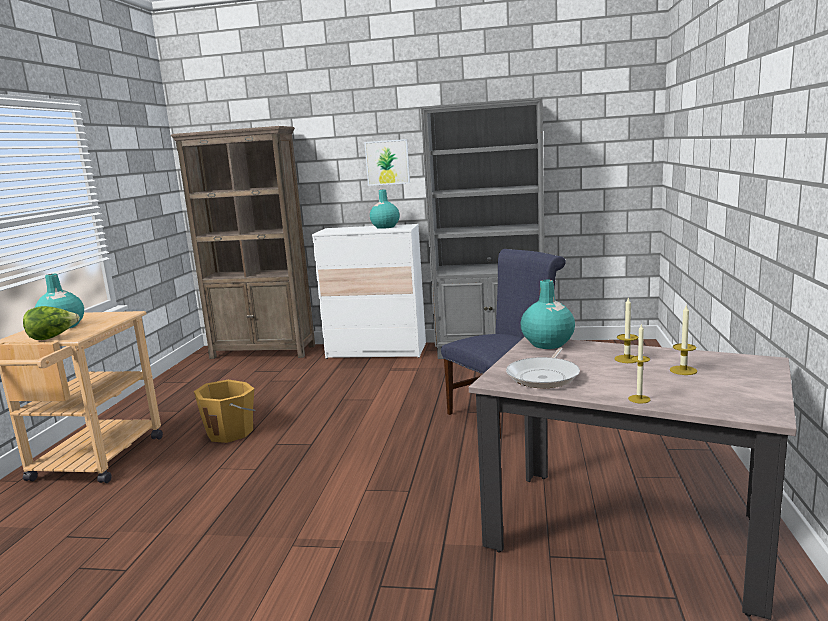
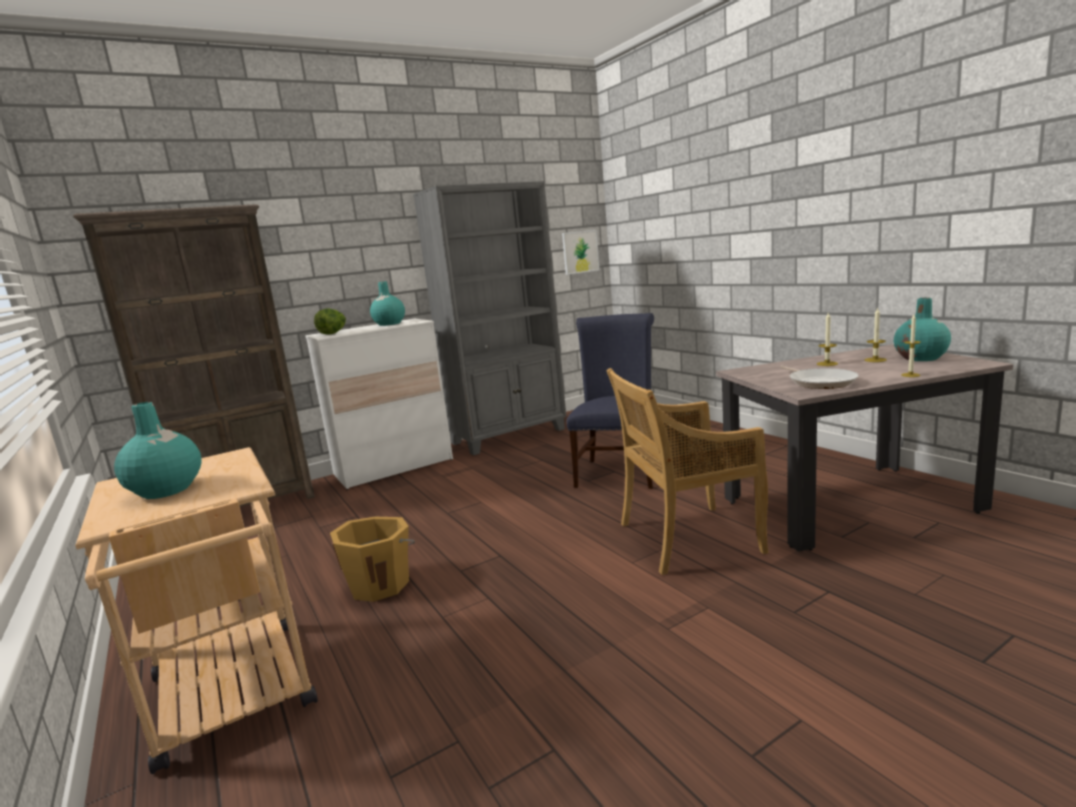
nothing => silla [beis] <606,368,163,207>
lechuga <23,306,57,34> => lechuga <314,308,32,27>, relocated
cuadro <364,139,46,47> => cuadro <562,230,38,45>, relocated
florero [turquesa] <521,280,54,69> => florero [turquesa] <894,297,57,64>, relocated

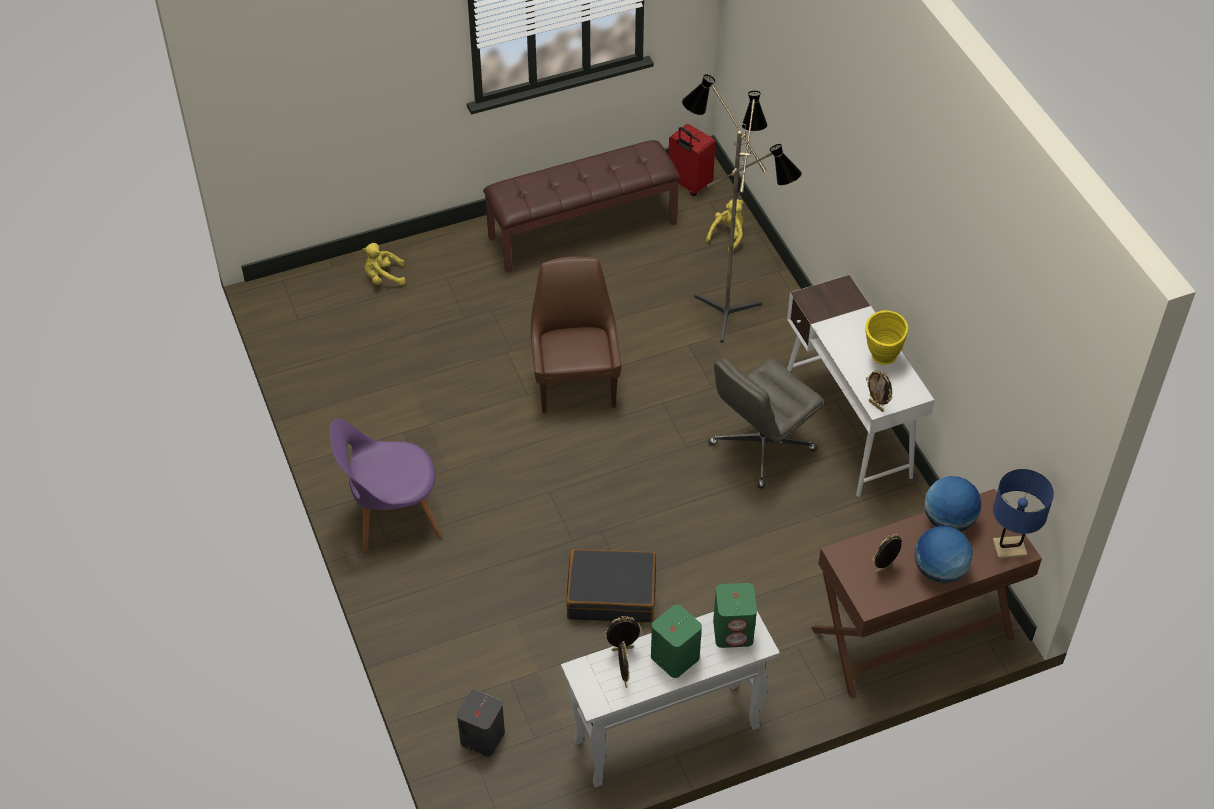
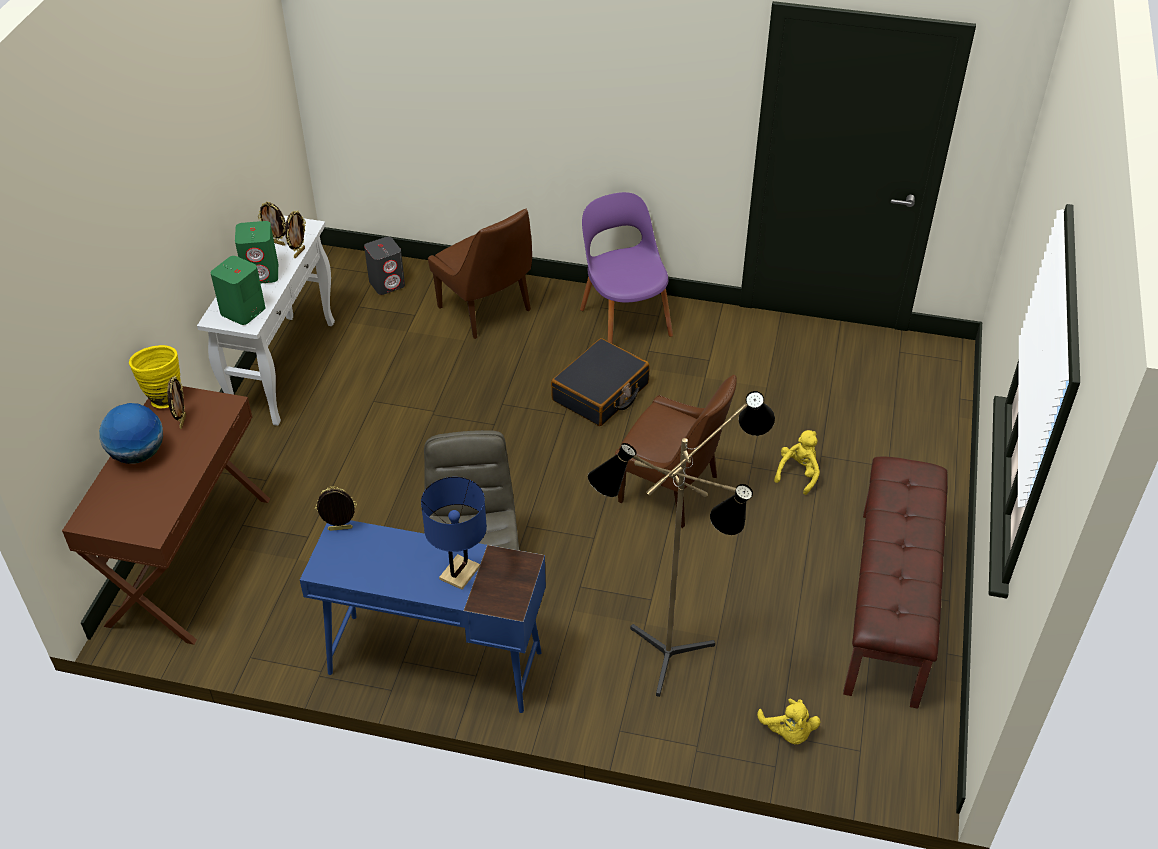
maleta [rojo] <669,124,46,72> => nothing
globo terráqueo <924,476,57,55> => nothing
nothing => silla [marrón] <428,209,104,130>
peluche [amarillo] <362,243,44,42> => peluche [amarillo] <774,430,46,65>, relocated
maleta [negro] <567,549,89,73> => maleta [negro] <551,338,99,88>, relocated
florero [amarillo] <865,310,43,55> => florero [amarillo] <129,345,52,63>, relocated
lámpara de mesa [azul] <993,469,61,90> => lámpara de mesa [azul] <421,477,66,113>, relocated
escritorio [blanco] <787,274,147,223> => escritorio [azul] <300,520,246,193>
silla [morado] <330,419,113,134> => silla [morado] <580,192,93,151>, 45 degrees counterclockwise

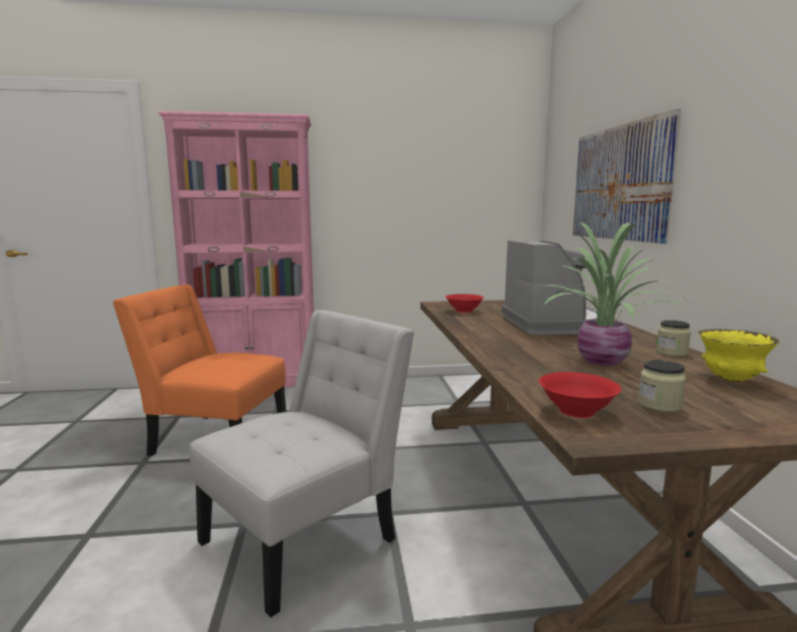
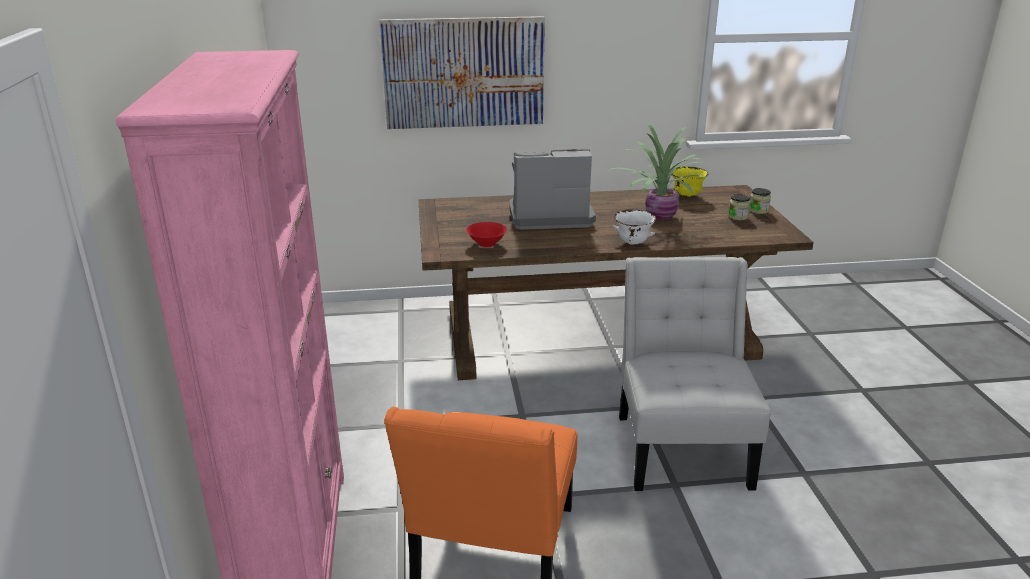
cuenco [rojo] <539,372,82,46> => nothing
nothing => cuenco [blanco] <613,209,43,36>
tarro <656,320,35,36> => tarro <749,188,22,26>, relocated
silla [blanco] <190,310,224,307> => silla [blanco] <619,257,152,234>, 45 degrees clockwise

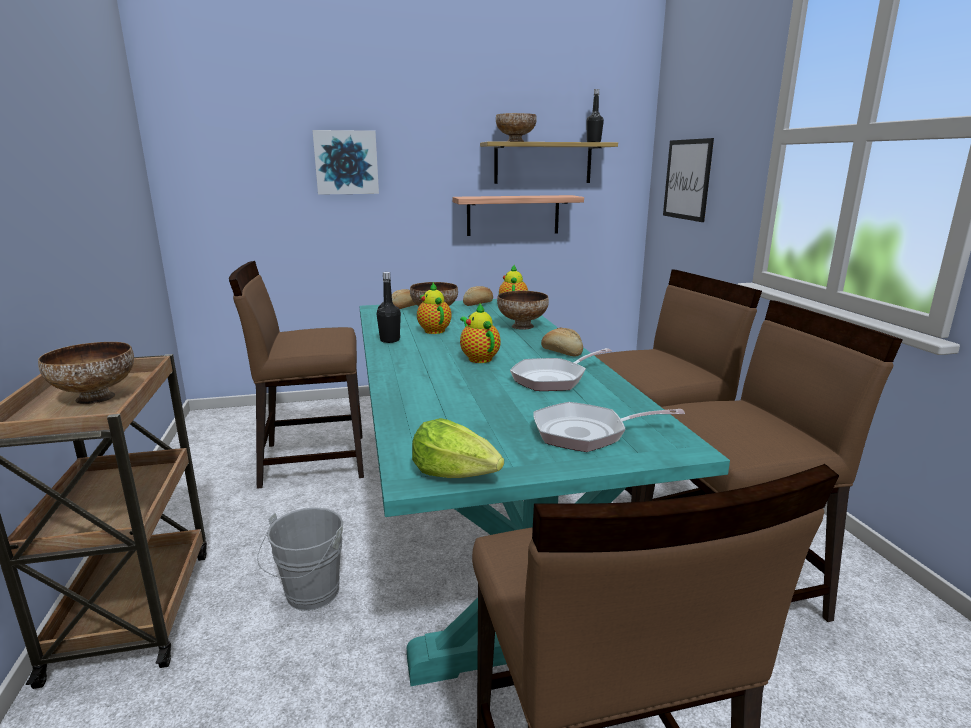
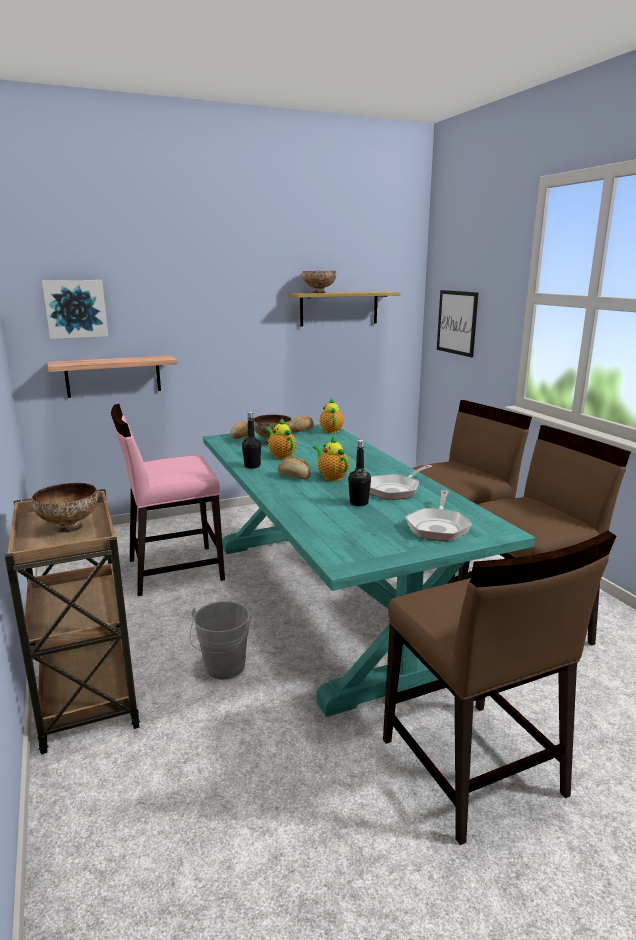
lechuga <412,418,92,60> => nothing
cuenco <497,290,52,40> => nothing
cuadro <312,130,67,65> => cuadro <42,280,66,59>, relocated
estante <452,195,132,41> => estante <48,355,129,43>, relocated
pan <541,327,42,30> => pan <277,457,34,23>, relocated
botella [negro] <586,89,18,53> => botella [negro] <348,440,23,66>, relocated
silla [marrón] <229,261,135,228> => silla [rosa] <111,404,114,192>
sartén <533,402,152,50> => sartén <405,490,67,51>, 60 degrees counterclockwise

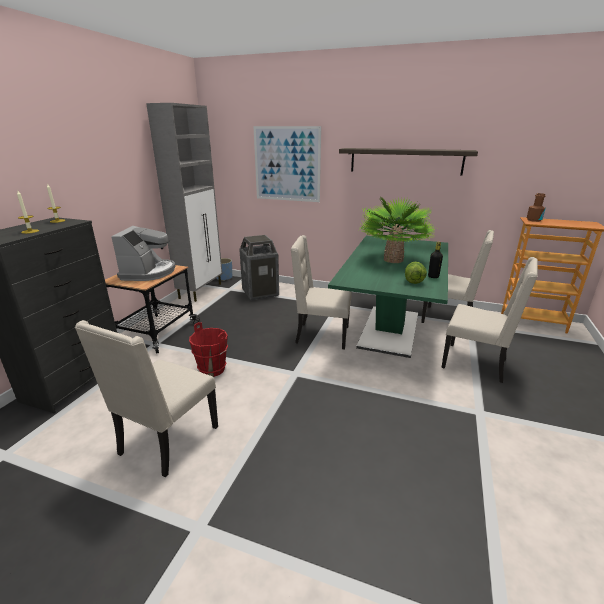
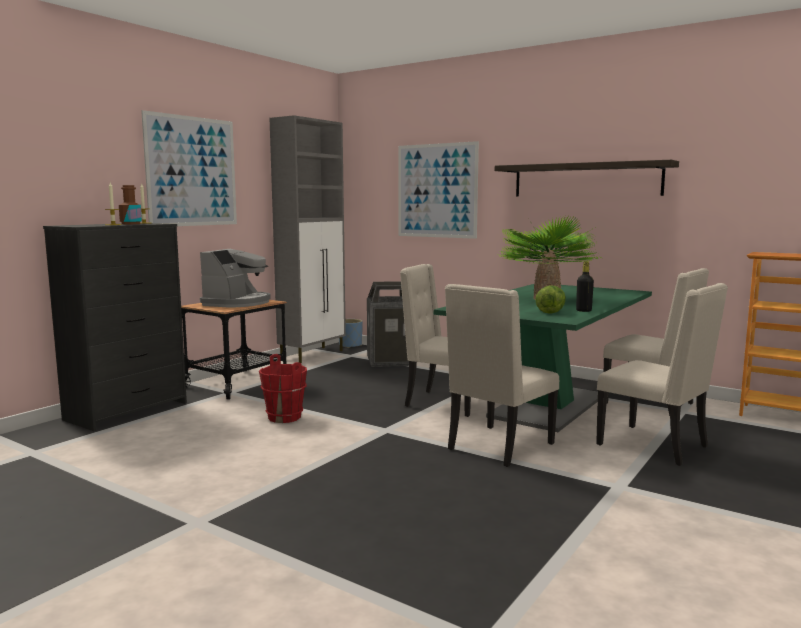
nothing => cuadro <141,110,96,116>
silla [beis] <75,320,143,158> => silla [beis] <445,284,114,183>, relocated
botella [marrón] <527,193,19,29> => botella [marrón] <119,185,23,39>, relocated

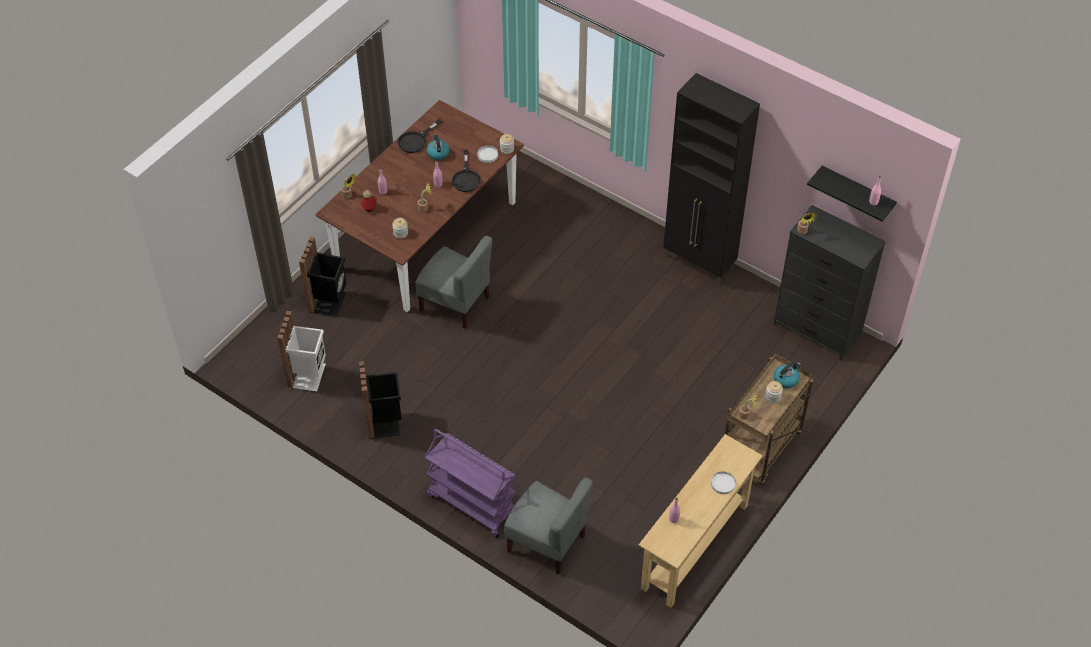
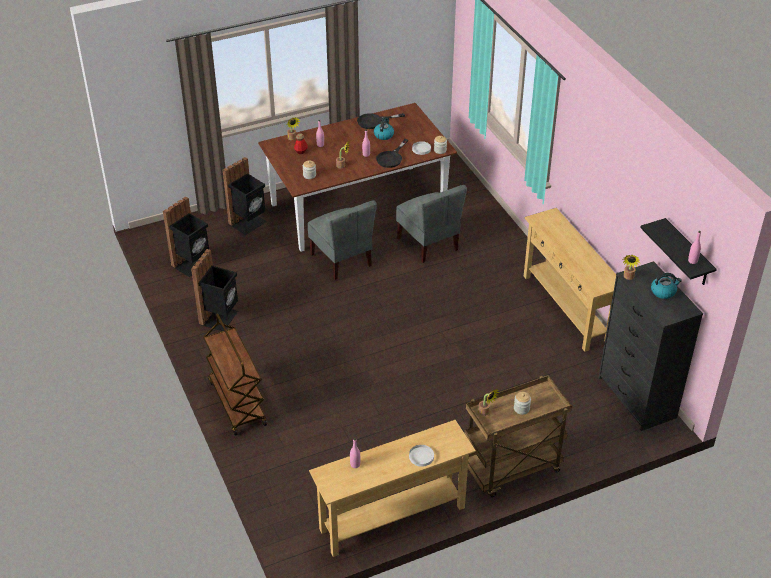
silla [gris] <504,478,89,97> => silla [gris] <396,185,71,78>, relocated
hervidor <774,362,27,26> => hervidor <651,273,31,26>, relocated
armario [negro] <663,73,97,212> => mesa consola [beis] <524,208,92,144>
papelera [blanco] <277,311,49,80> => papelera [negro] <163,196,46,81>
carrito [morado] <425,429,91,109> => carrito [marrón] <203,313,64,123>

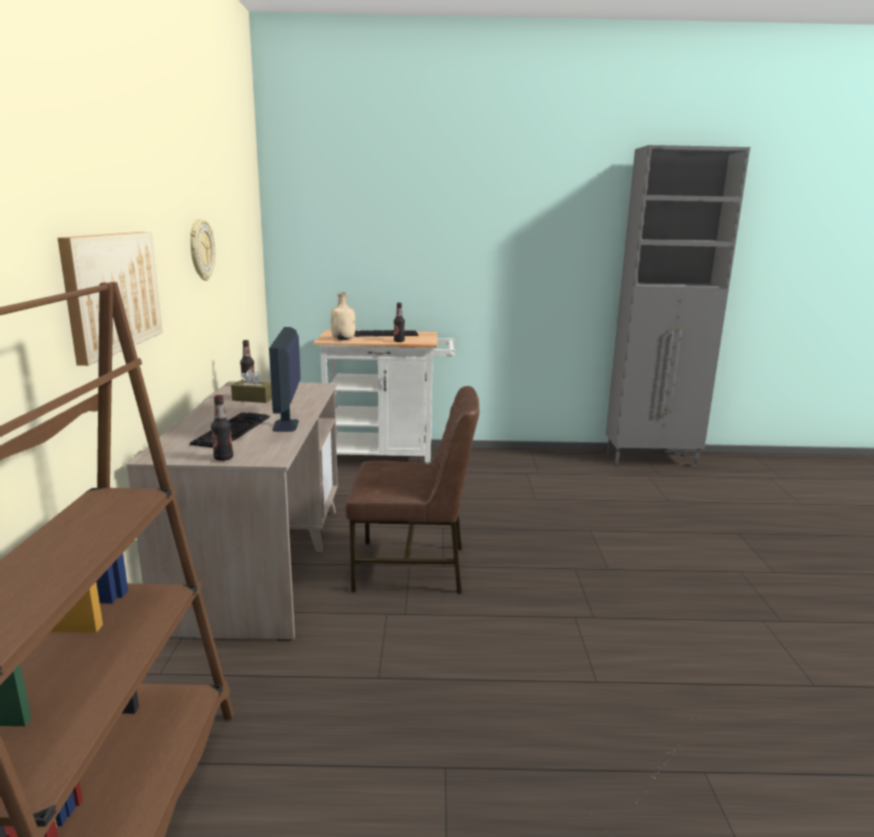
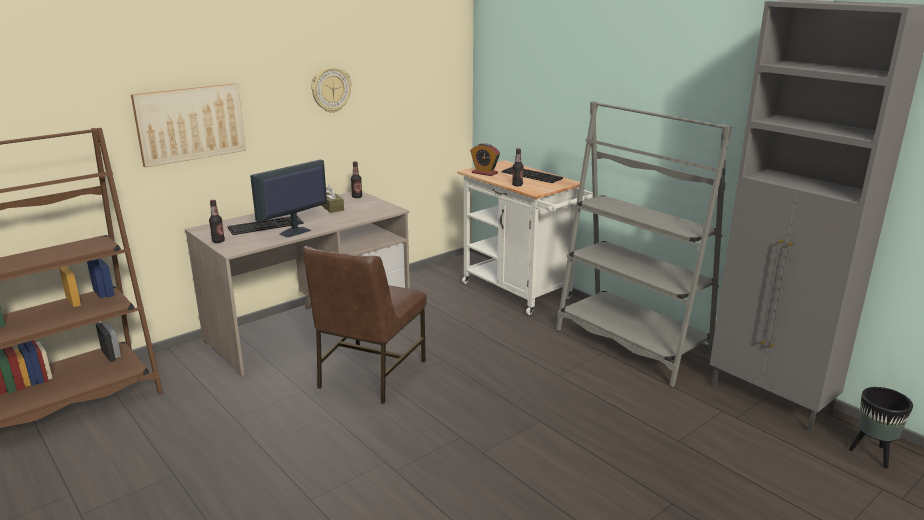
nothing => estantería [gris] <556,101,176,286>
nothing => maceta [negro] <849,387,64,81>
botella [beis] <330,293,25,47> => despertador <470,143,30,33>
silla [marrón] <345,386,134,207> => silla [marrón] <303,246,124,158>, 60 degrees clockwise

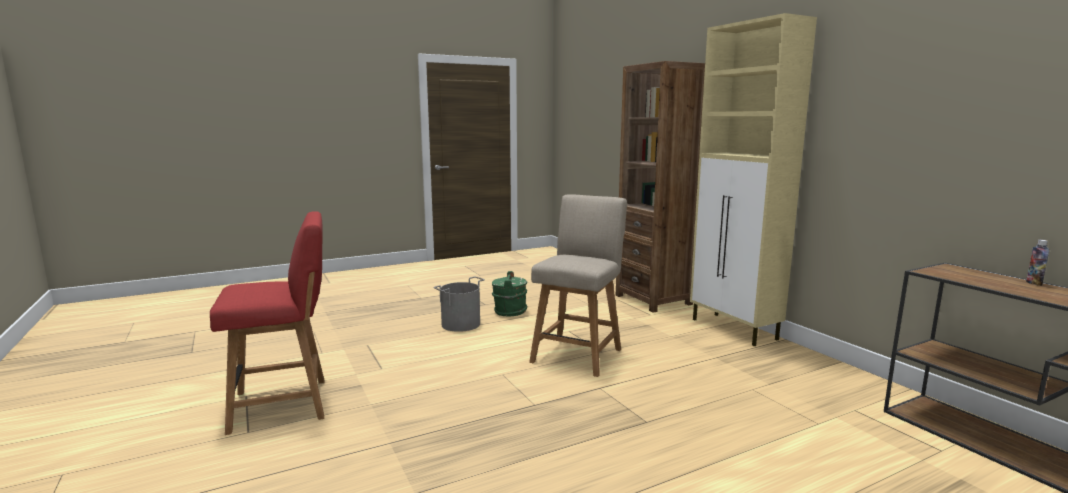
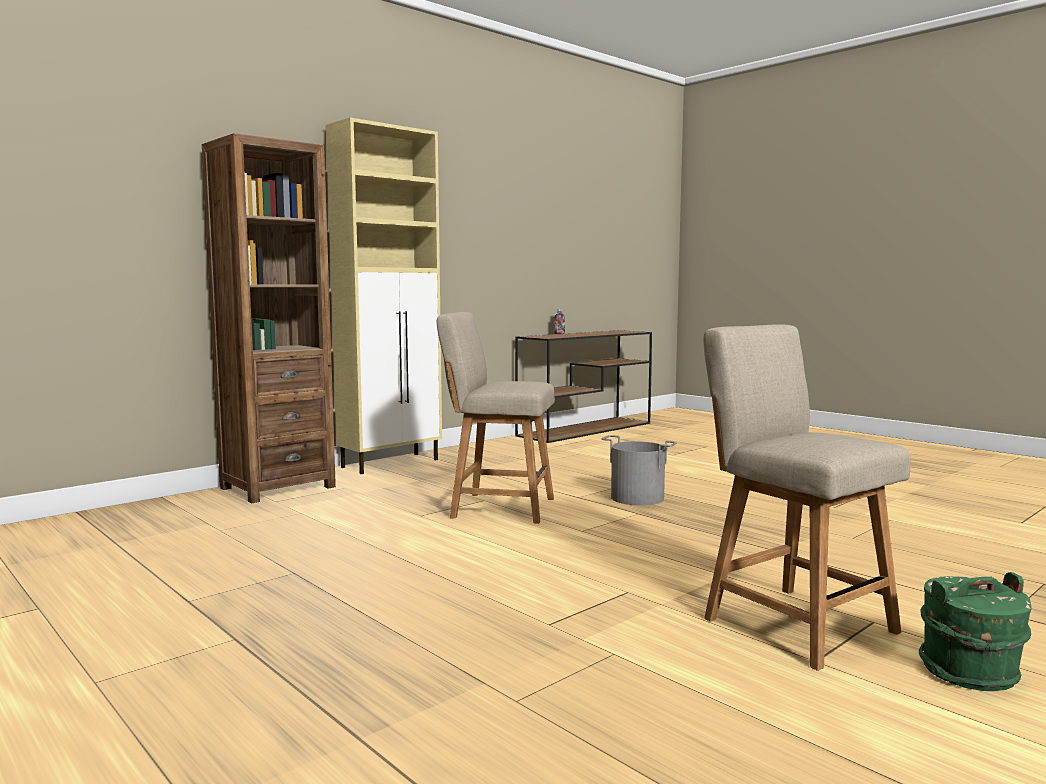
cubo [gris] <433,277,52,55> => cubo [gris] <602,435,75,71>, relocated
cubo [verde] <492,271,35,46> => cubo [verde] <919,572,113,119>, relocated
silla [rojo] <210,211,115,224> => silla [beis] <703,324,207,347>

